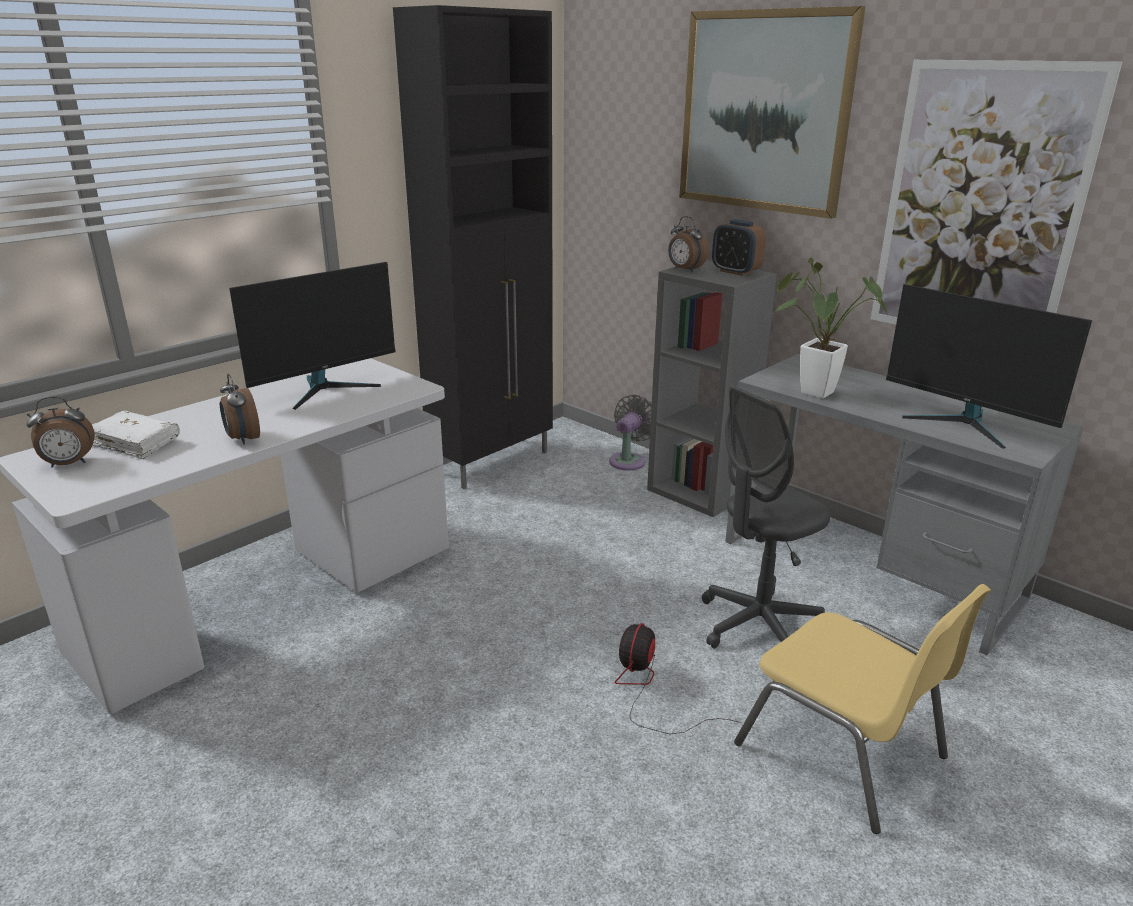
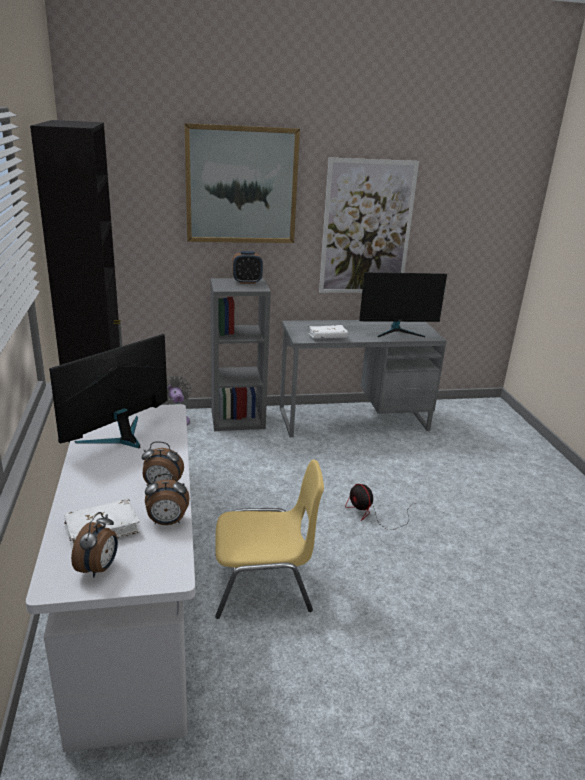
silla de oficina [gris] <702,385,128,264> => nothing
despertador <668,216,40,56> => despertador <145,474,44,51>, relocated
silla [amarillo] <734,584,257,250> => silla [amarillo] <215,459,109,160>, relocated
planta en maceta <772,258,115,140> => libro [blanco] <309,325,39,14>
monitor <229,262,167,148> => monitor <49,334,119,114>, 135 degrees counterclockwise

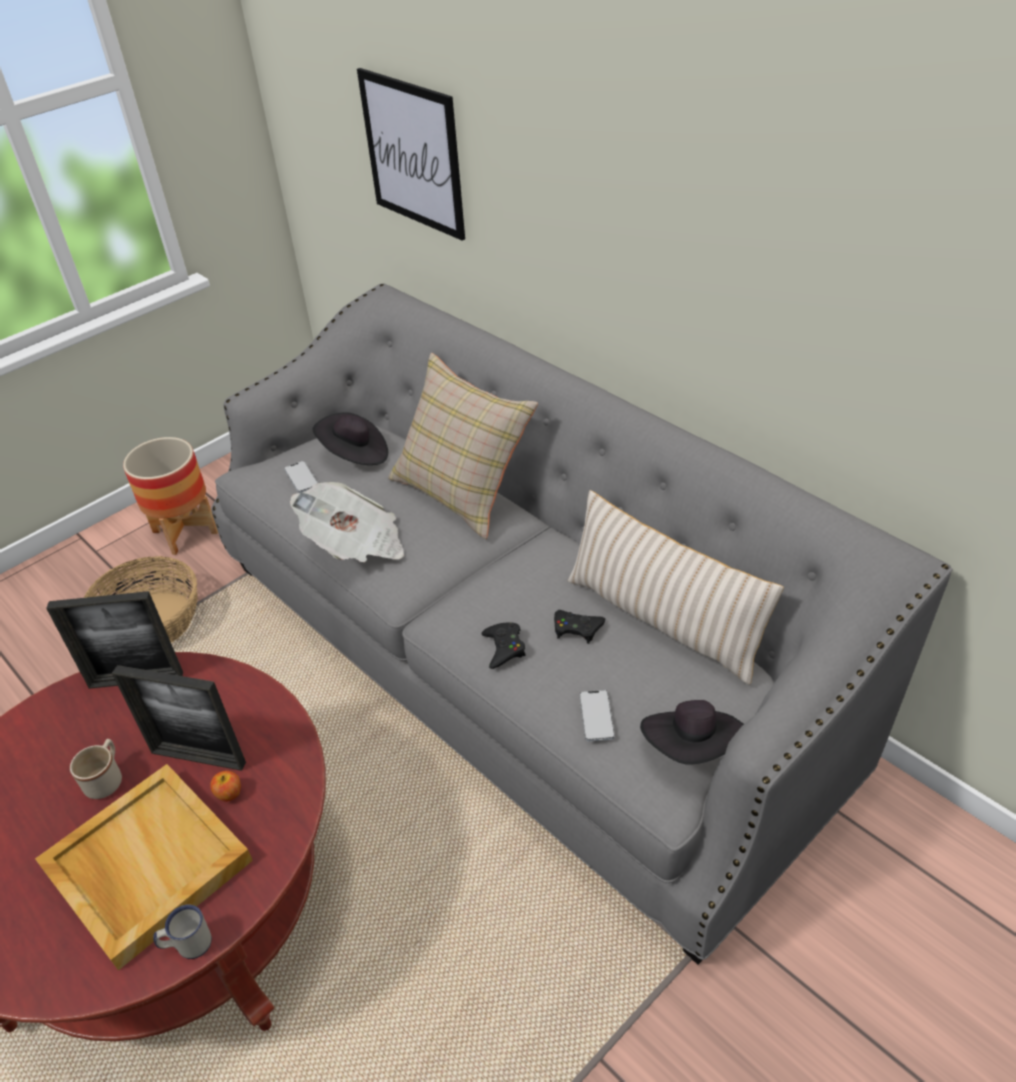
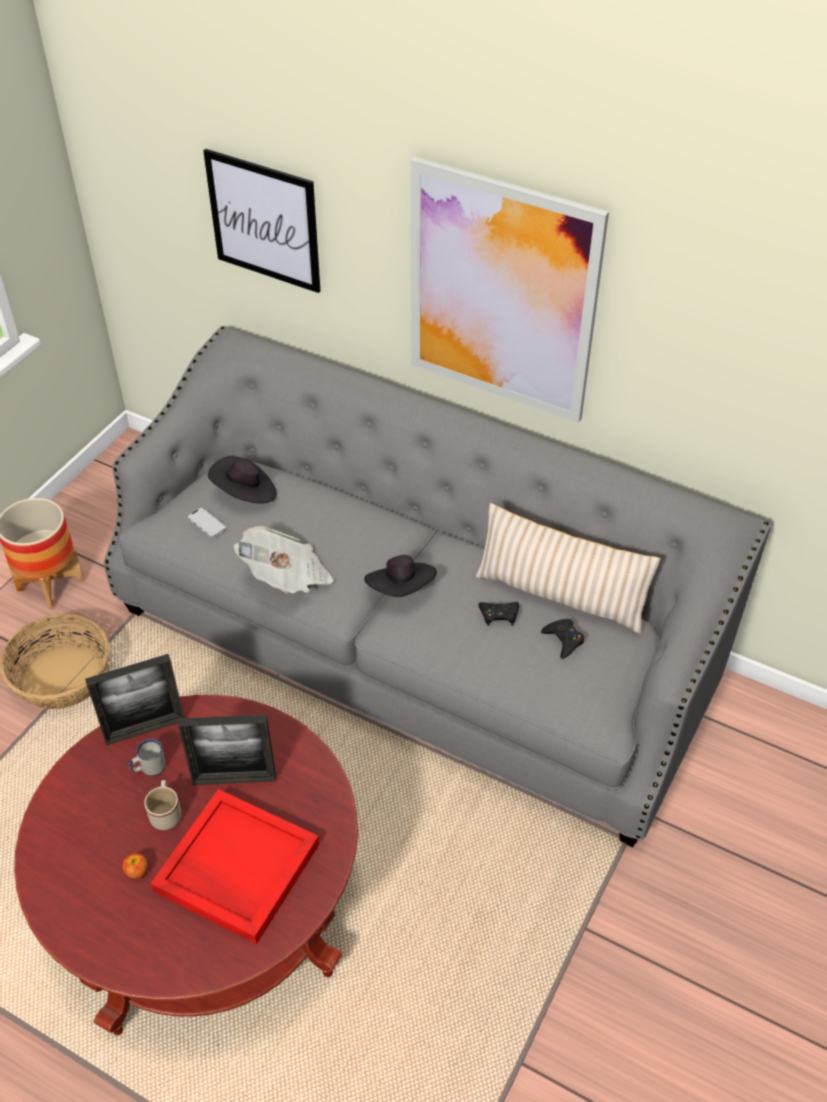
cojín [beis] <388,353,150,186> => nothing
móvil <579,690,36,51> => nothing
nothing => cuadro <411,156,198,267>
taza grande [blanco] <153,904,59,55> => taza grande [blanco] <129,738,36,38>, relocated
manzana <210,771,31,31> => manzana <122,853,26,26>, relocated
mando de consola [negro] <482,622,43,47> => mando de consola [negro] <541,619,43,40>, relocated
sombrero [negro] <640,700,104,65> => sombrero [negro] <364,555,73,42>, relocated
bandeja [beis] <35,764,218,207> => bandeja [rojo] <151,789,168,155>

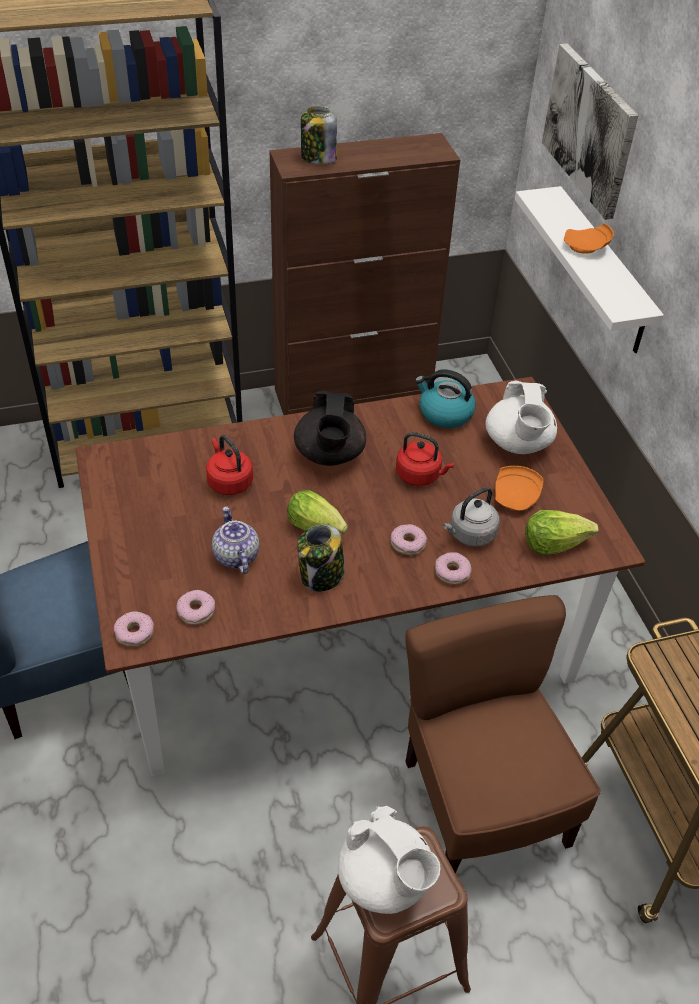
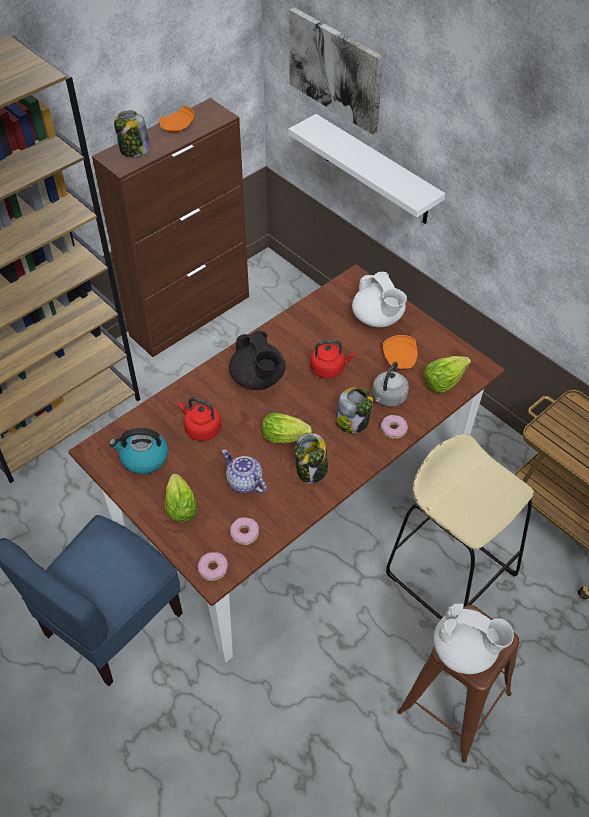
nothing => lechuga <165,474,33,48>
hervidor <415,369,61,59> => hervidor <109,428,59,46>, relocated
plato [naranja] <564,223,50,31> => plato [naranja] <159,105,35,28>, relocated
rosquilla <391,524,36,31> => tarro <335,388,38,45>
silla [marrón] <405,595,196,278> => taburete [beis] <386,434,148,186>

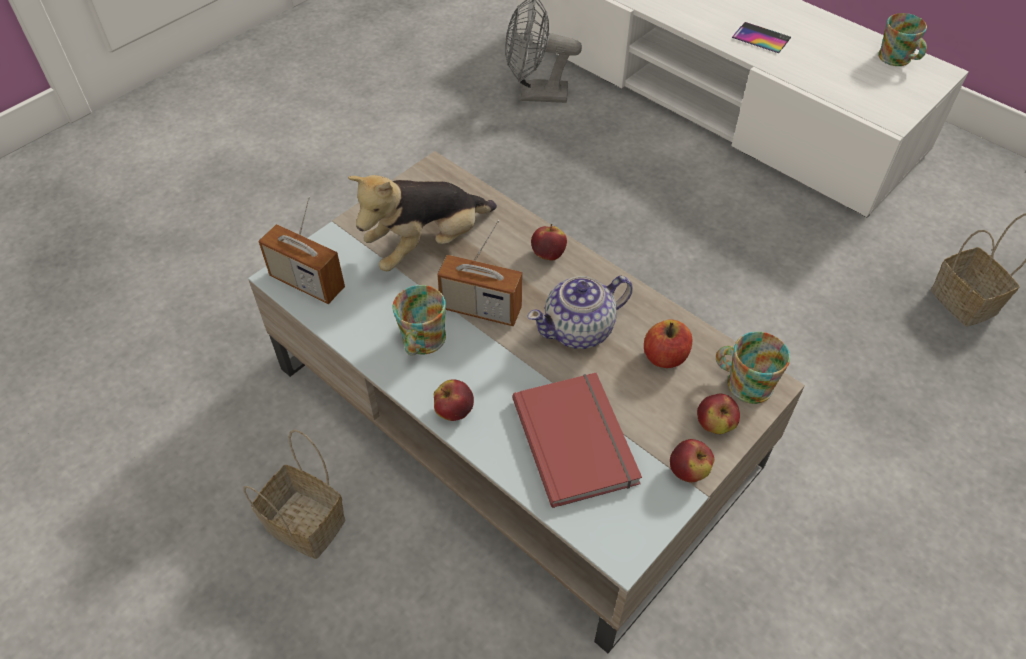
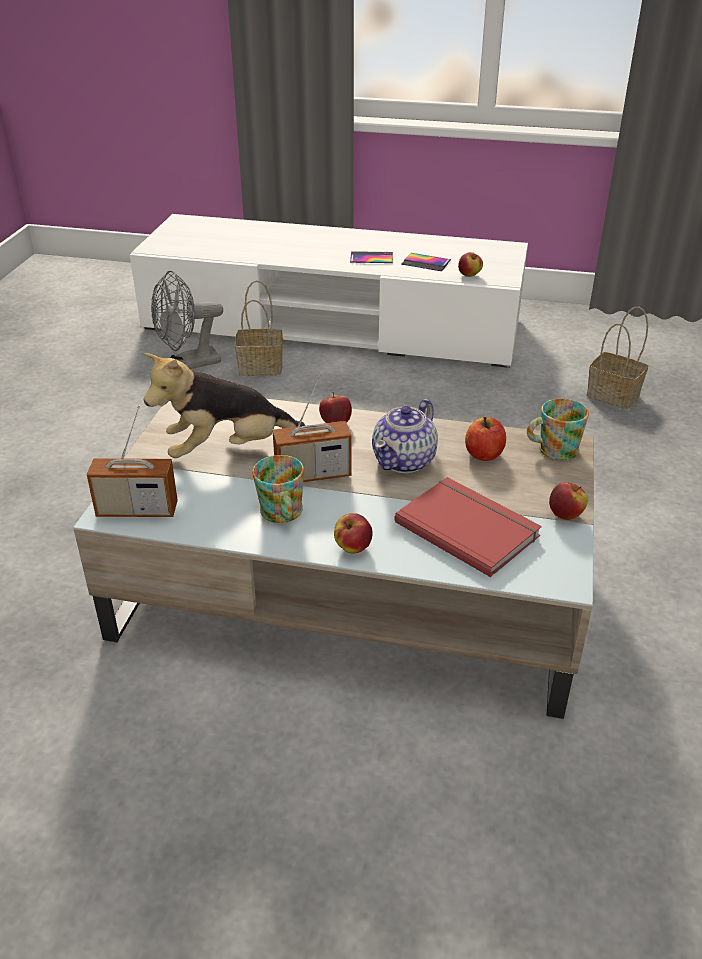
taza grande <878,13,49,53> => nothing
nothing => móvil <401,253,50,18>
cesta <243,430,102,129> => cesta <235,280,48,96>, relocated
manzana <697,393,43,41> => manzana <458,252,25,25>, relocated
peluche <348,175,149,96> => peluche <144,353,162,105>, 45 degrees clockwise

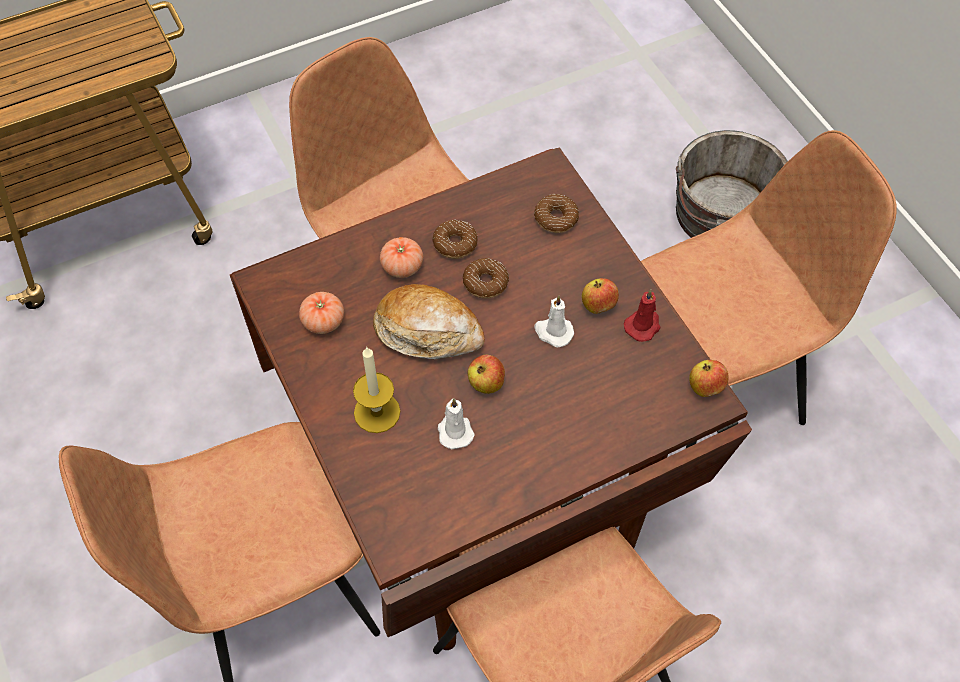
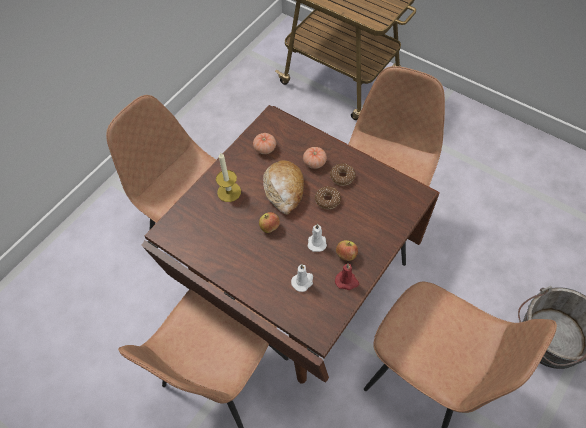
rosquilla <534,194,45,39> => nothing
manzana <689,360,40,37> => nothing
vela [blanco] <438,398,37,51> => vela [blanco] <291,264,22,28>, relocated

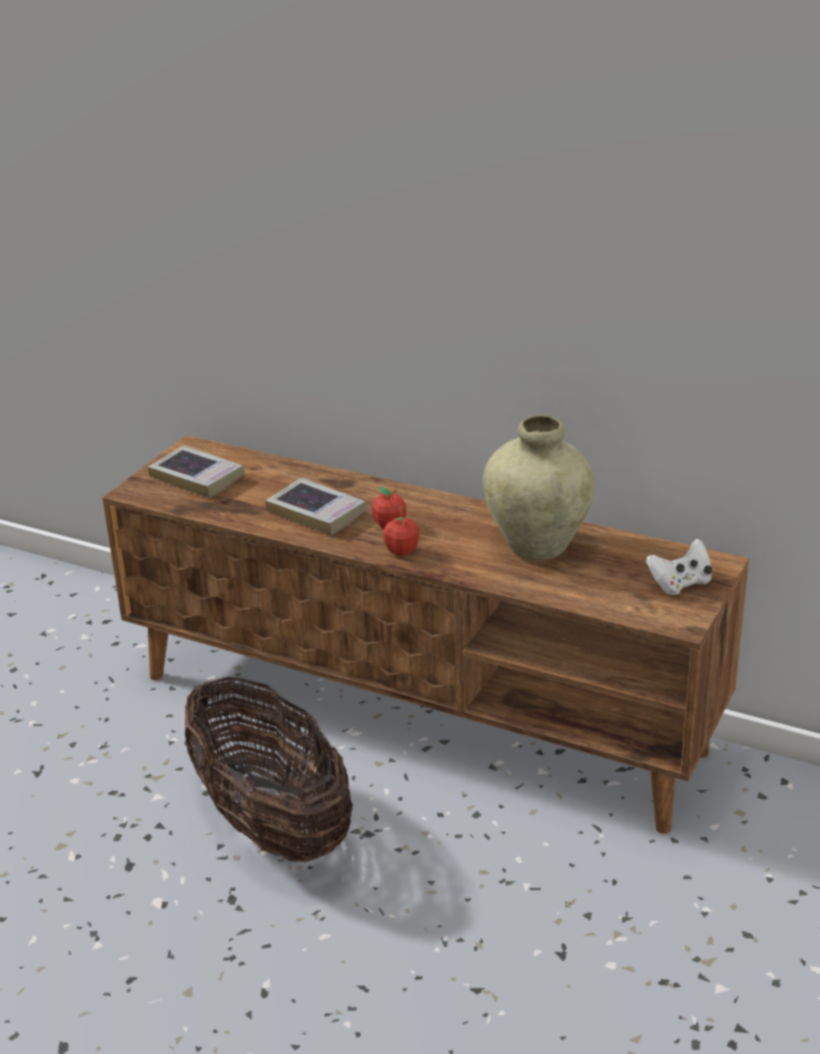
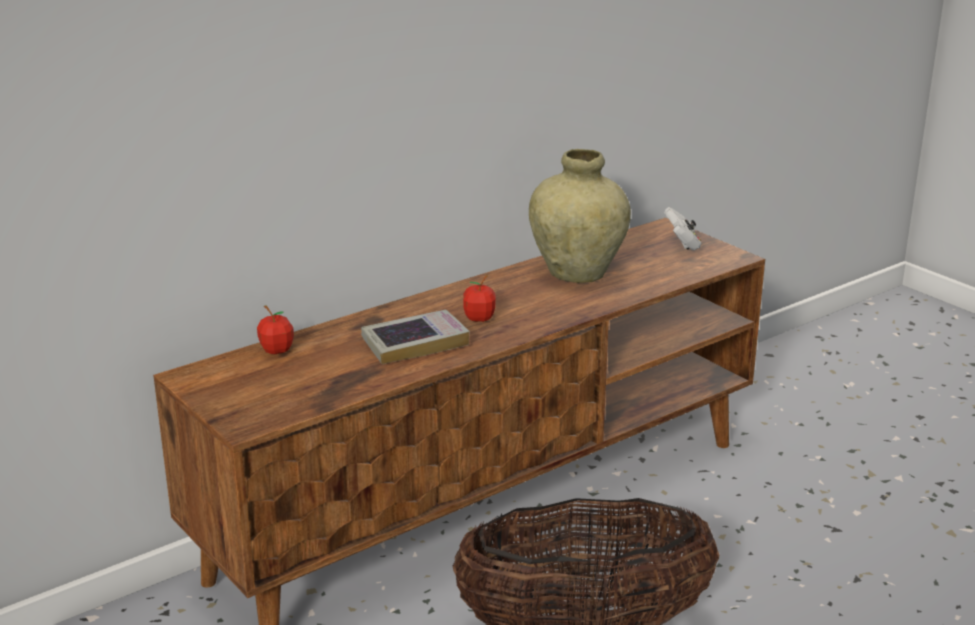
libro <148,445,97,53> => nothing
manzana <383,507,36,49> => manzana <257,305,37,49>, relocated

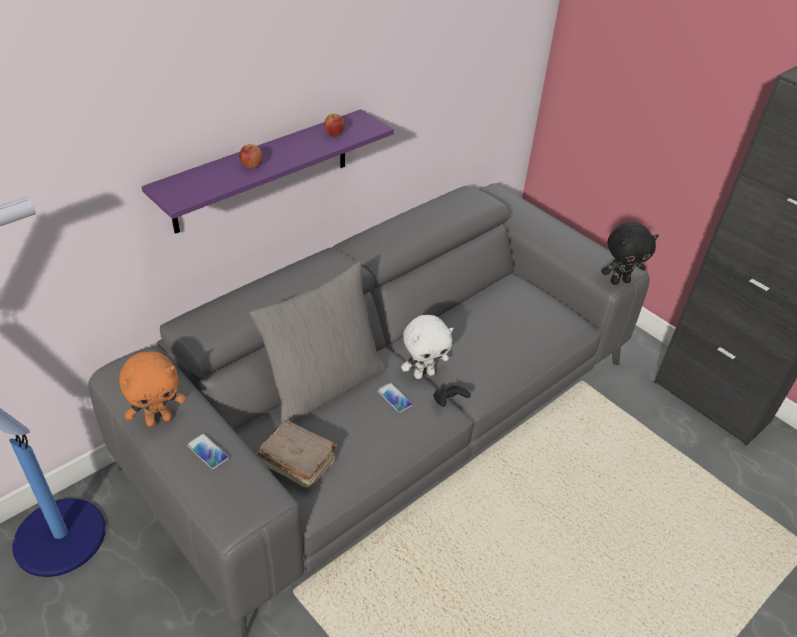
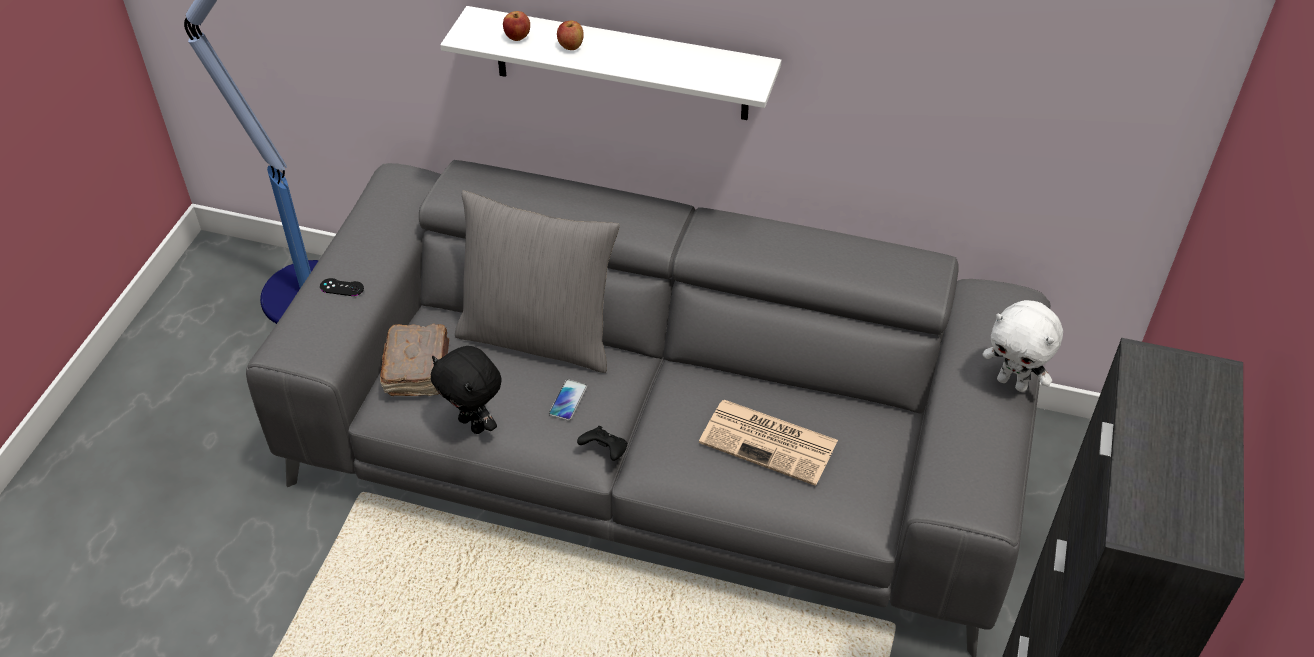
peluche [naranja] <119,351,67,76> => nothing
nothing => periódico <699,400,139,86>
manzana <324,114,21,23> => manzana <503,11,27,30>, relocated
peluche [blanco] <401,315,52,64> => peluche [blanco] <983,300,80,92>, relocated
peluche [negro] <601,222,58,63> => peluche [negro] <431,346,71,88>, relocated
móvil <187,433,42,36> => mando de consola [negro] <320,278,44,18>
estante [morado] <142,109,252,125> => estante [blanco] <440,6,341,114>

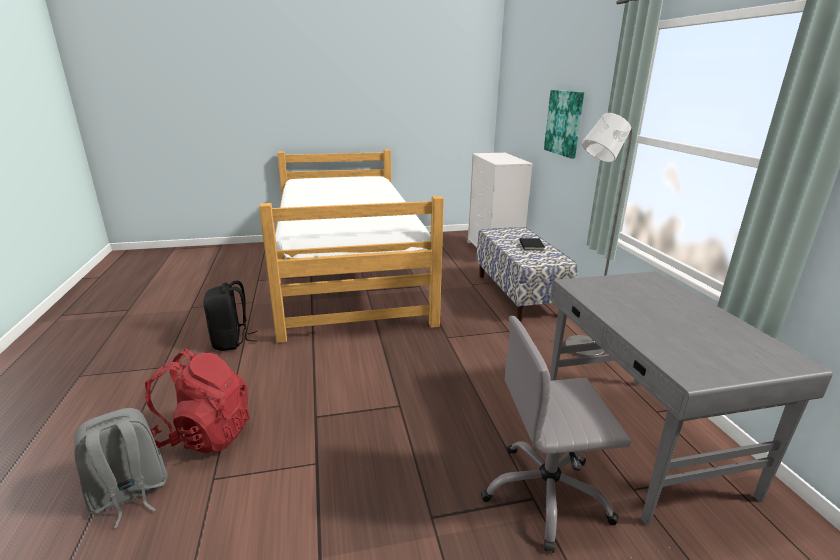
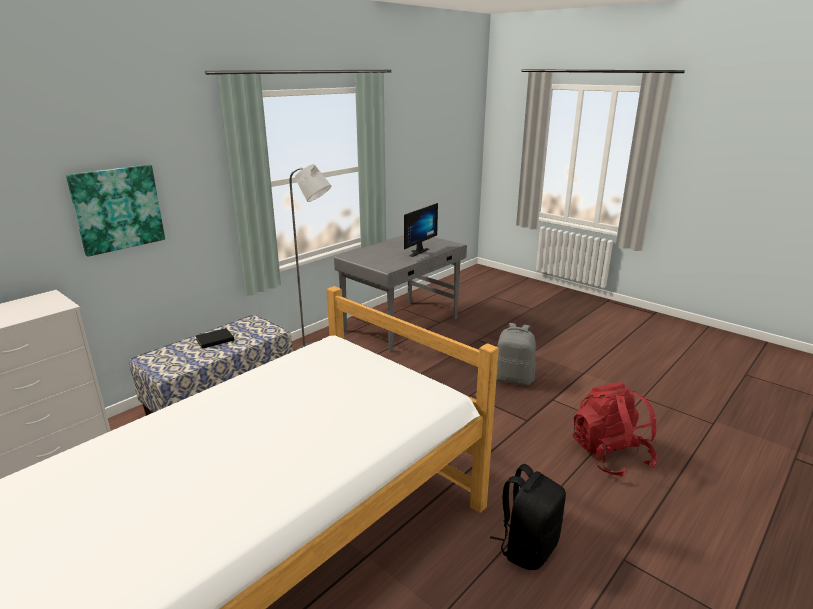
silla de oficina [gris] <481,316,150,237> => nothing
nothing => monitor <404,203,34,54>
mochila [gris] <74,408,94,120> => mochila [gris] <496,323,40,63>, relocated

